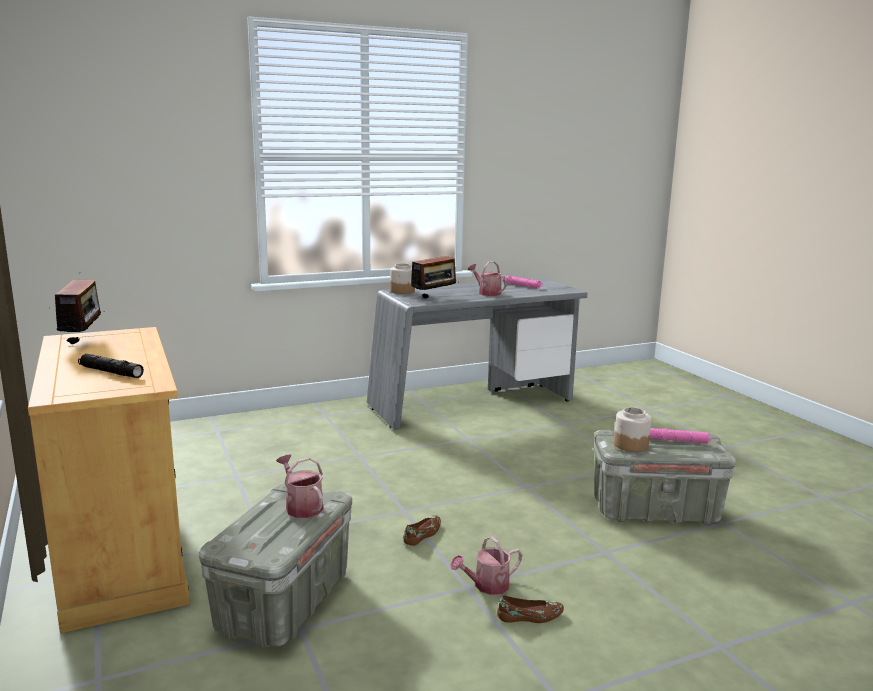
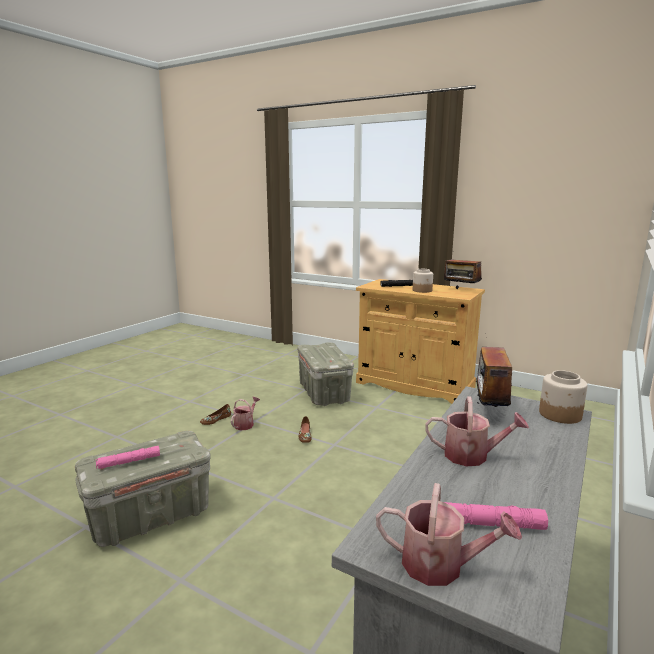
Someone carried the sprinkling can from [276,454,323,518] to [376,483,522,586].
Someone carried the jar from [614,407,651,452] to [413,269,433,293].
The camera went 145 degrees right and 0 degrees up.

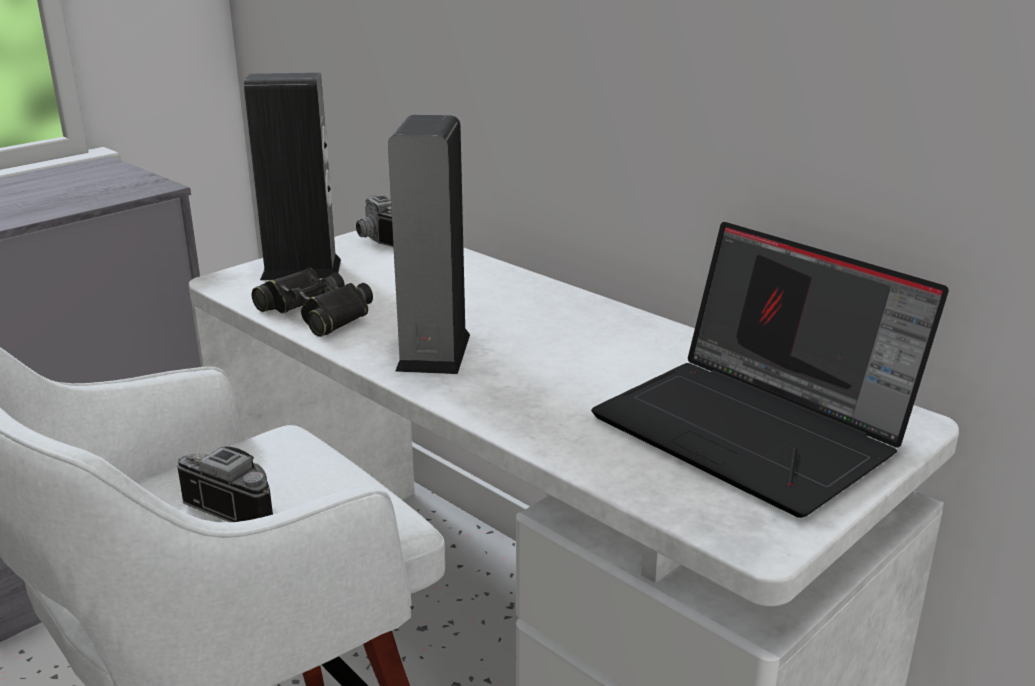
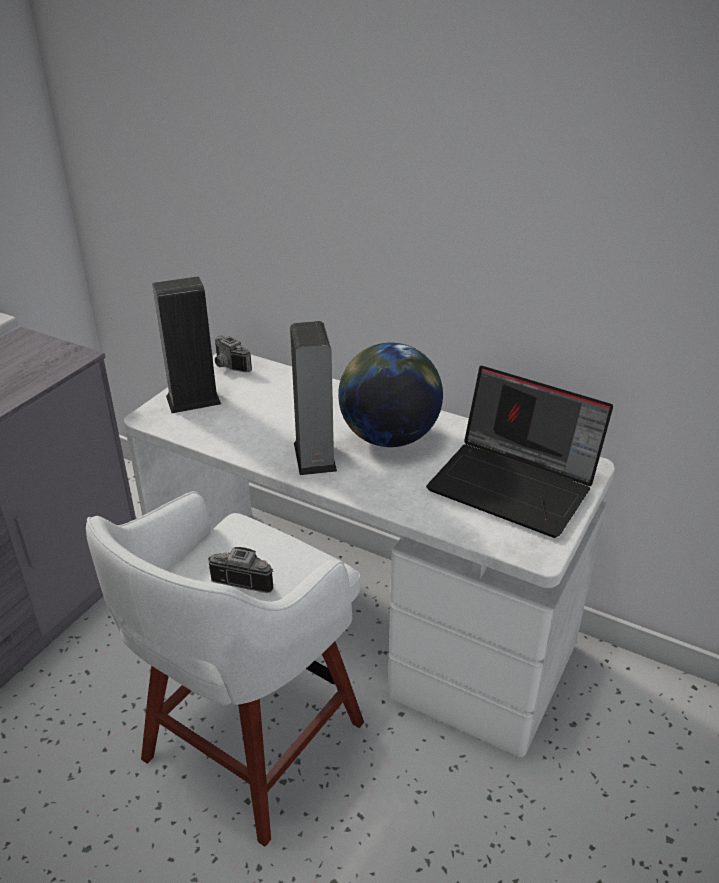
Someone took away the black pair of binoculars at [252,268,373,337].
Someone put down the world globe at [338,343,443,447].
The camera went 15 degrees left and 10 degrees up.

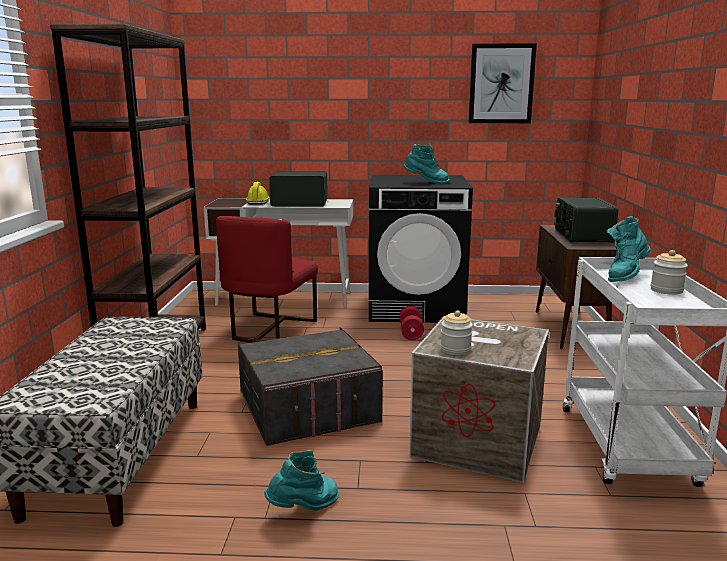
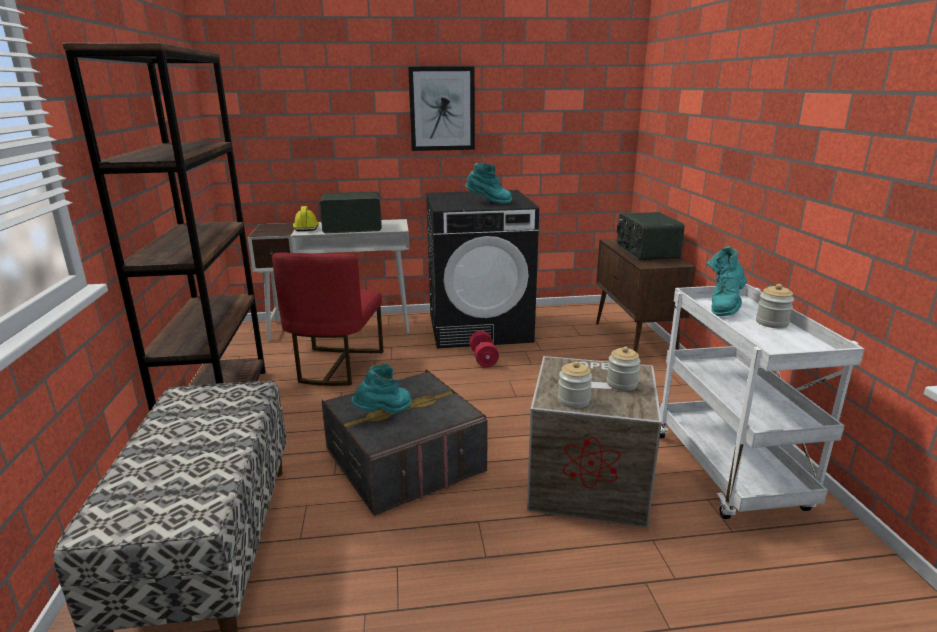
Someone carried the turquoise-coloured high-top boot from [264,450,339,511] to [351,363,411,413].
Someone carried the wall art from [469,43,537,123] to [408,66,475,151].
Someone put down the jar at [607,346,640,391].
The camera went 10 degrees left and 5 degrees up.

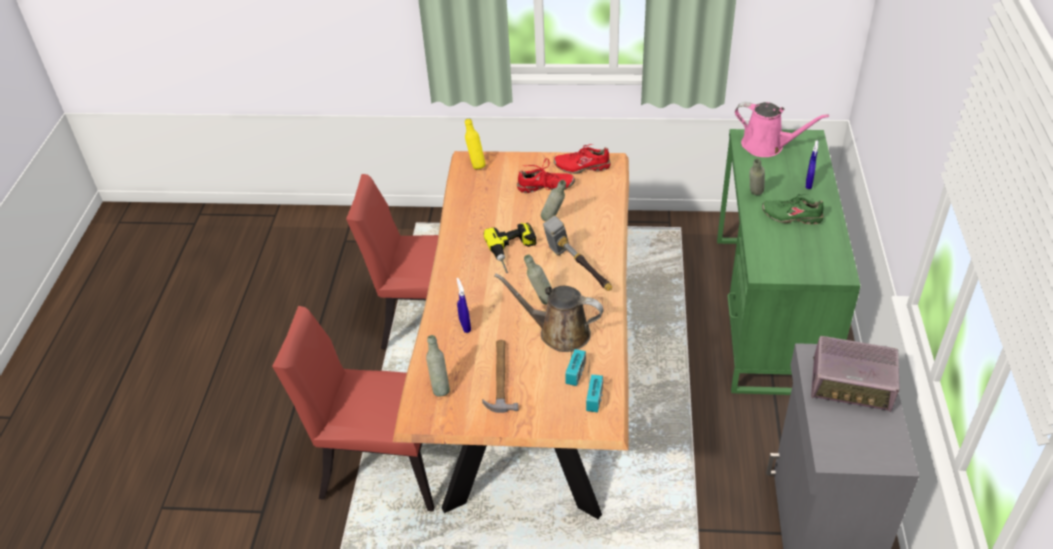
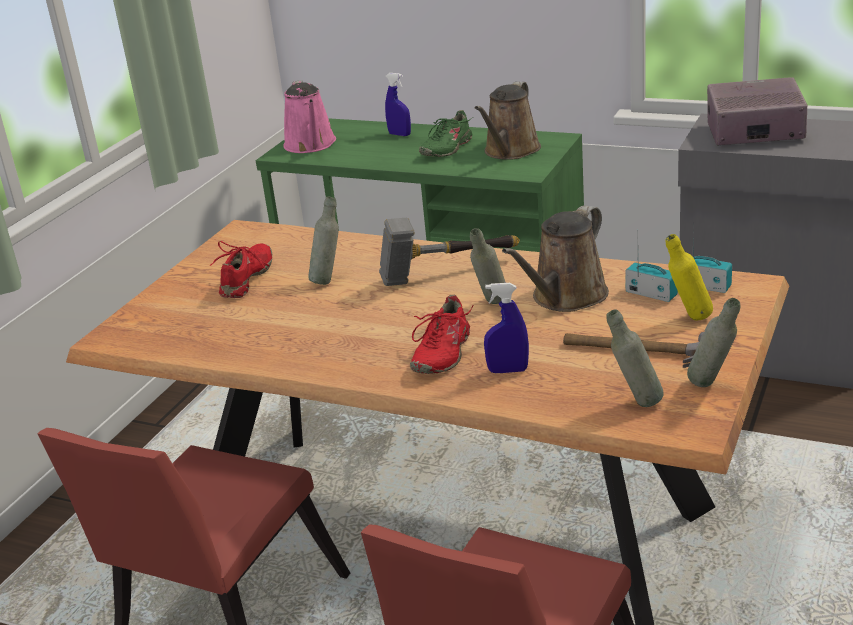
Someone carried the yellow-coloured beverage bottle from [465,119,486,169] to [666,234,713,321].
Someone took away the drill at [484,223,536,273].
Someone carried the red shoe from [554,144,611,174] to [410,295,473,374].
Someone rotated the pink sprinkling can at [735,102,829,157] by 120 degrees clockwise.
Someone carried the greyish beverage bottle from [750,158,765,196] to [687,298,740,387].
Someone rotated the radio set at [811,336,900,412] by 120 degrees counterclockwise.
Someone put down the brown-coloured sprinkling can at [475,82,541,160].
The camera went 70 degrees left and 15 degrees down.

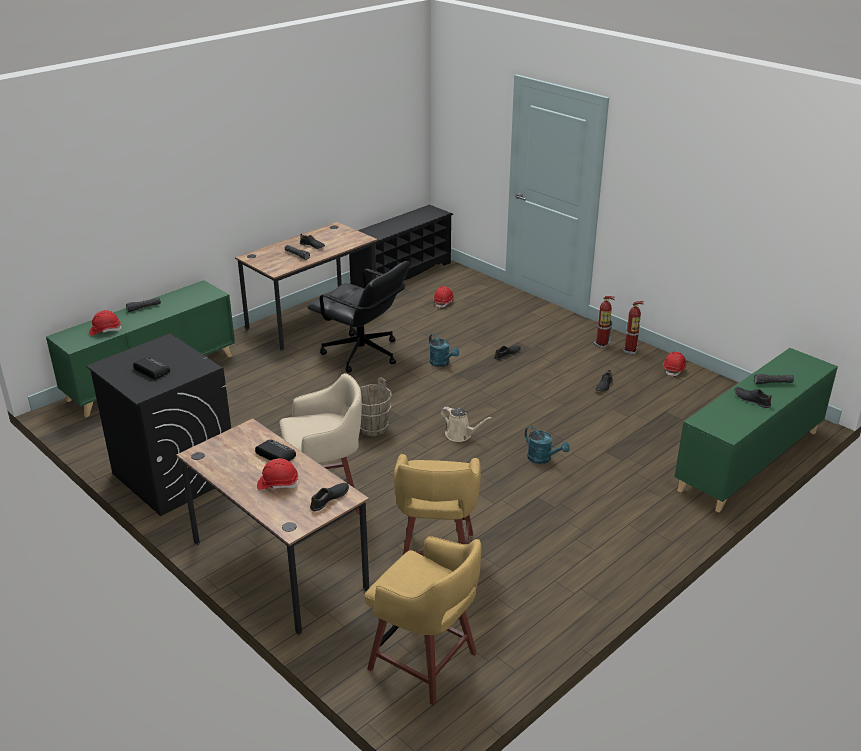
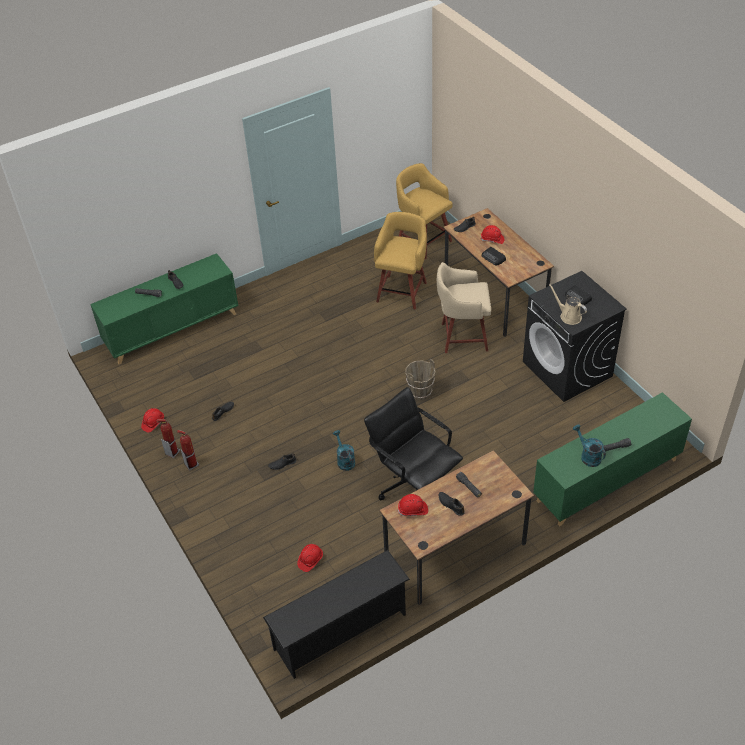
Someone carried the red safety helmet from [89,310,122,336] to [398,494,428,516].
Someone carried the sand-coloured sprinkling can from [440,407,492,442] to [549,284,587,325].
Someone carried the turquoise-coloured sprinkling can from [525,426,570,464] to [573,424,606,467].
The camera went 165 degrees left and 15 degrees up.

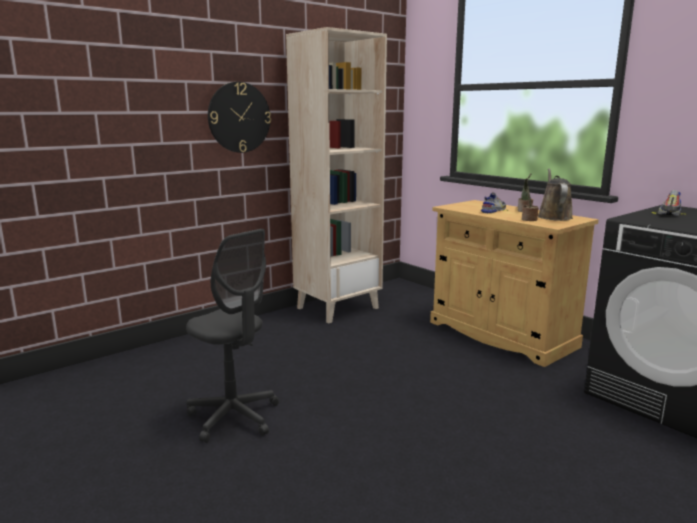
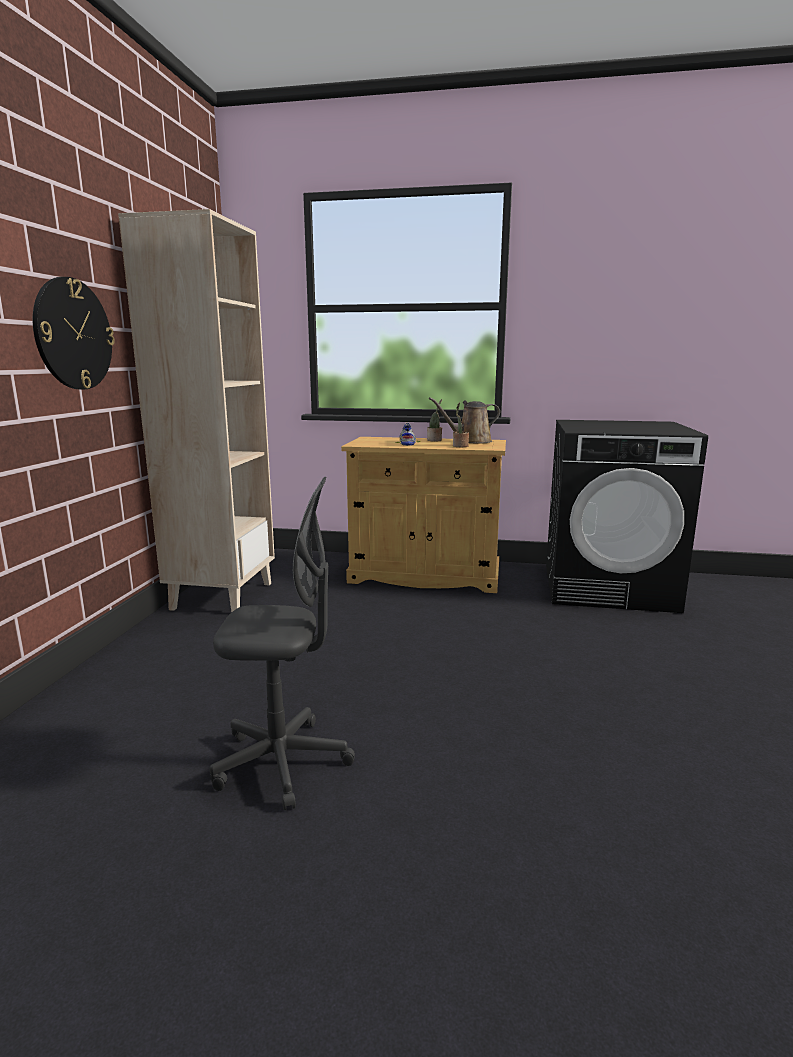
Someone rotated the brown-coloured sprinkling can at [538,168,573,221] by 75 degrees counterclockwise.
Someone took away the shoe at [651,190,686,216].
The camera went 40 degrees left and 0 degrees up.

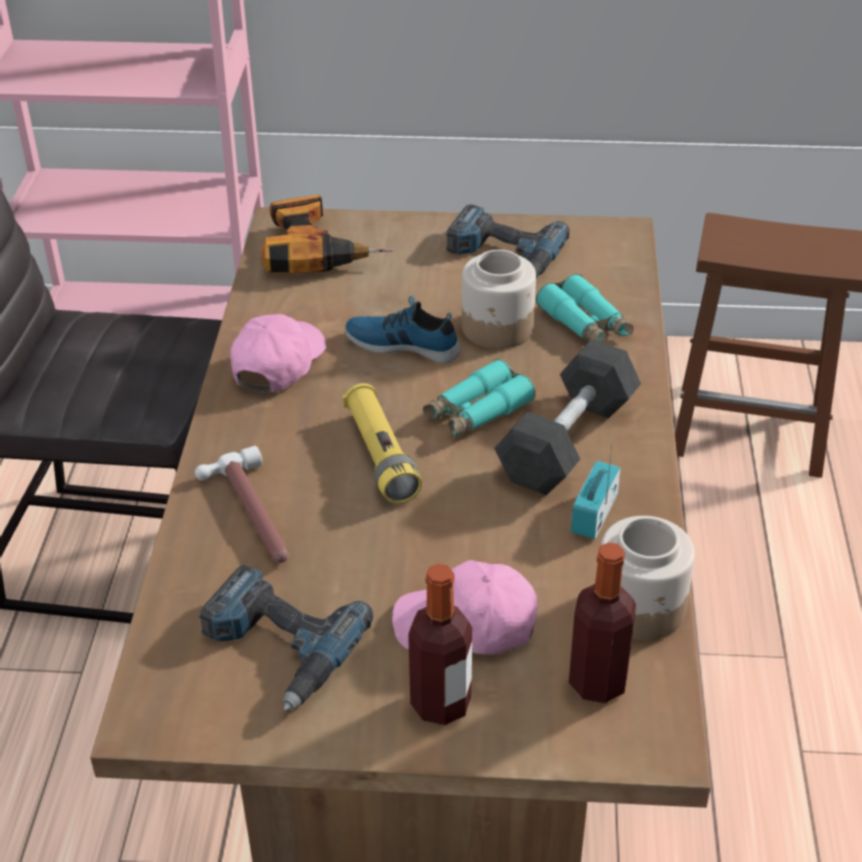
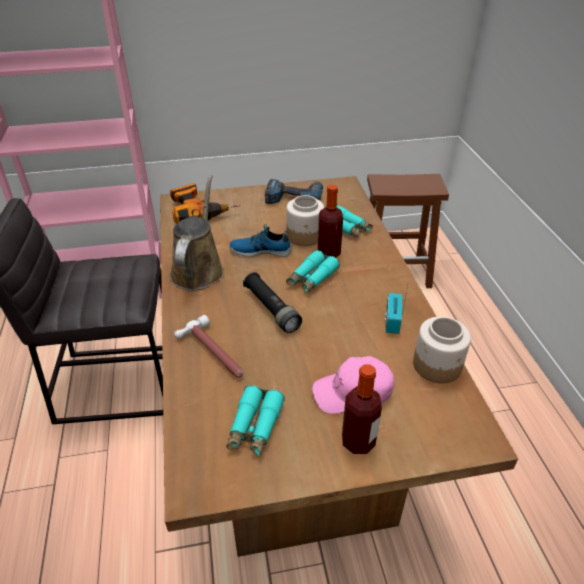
Someone swapped the drill at [198,565,373,711] for the turquoise-coloured pair of binoculars at [226,385,285,457].
Someone swapped the pink peaked cap at [230,314,326,392] for the brown-coloured sprinkling can at [170,175,224,291].
Someone repainted the yellow-coloured hand torch at [342,383,422,504], which became the black hand torch at [243,272,302,333].
Someone took away the black free weight at [494,339,641,495].
Someone carried the beverage bottle from [569,542,636,703] to [318,185,343,257].
The camera went 15 degrees left and 0 degrees up.

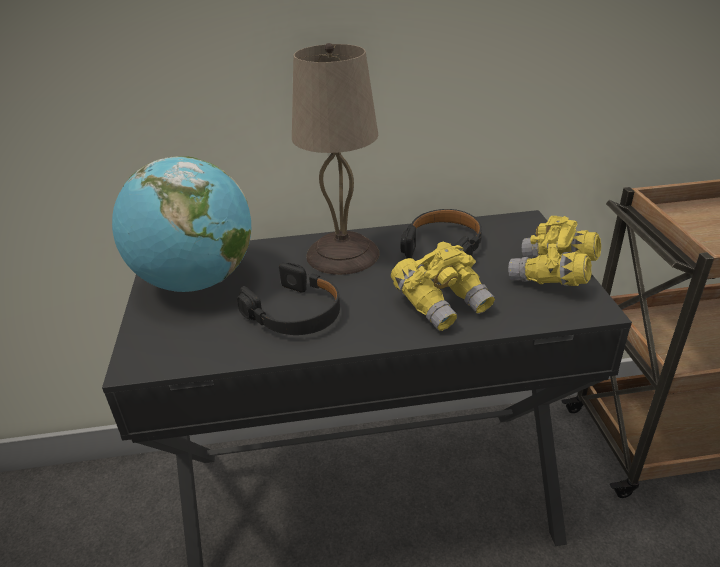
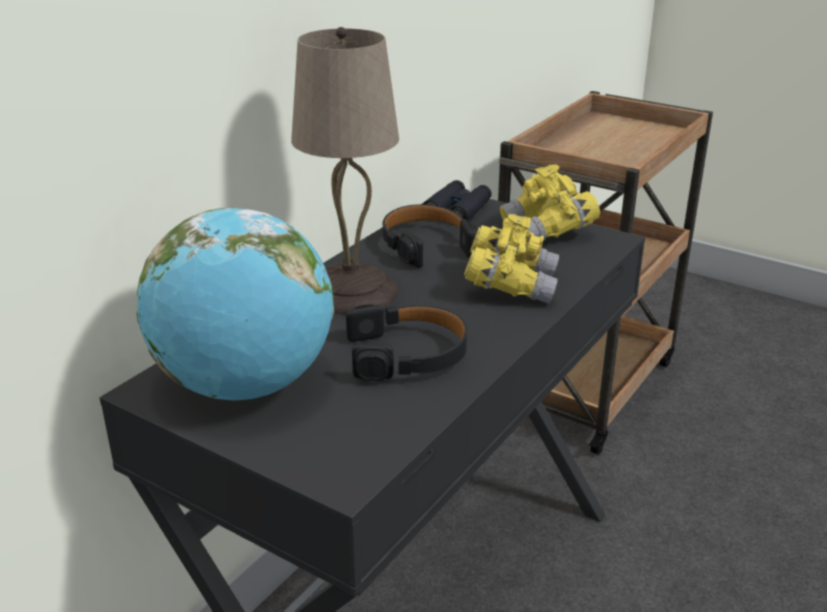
Someone put down the black pair of binoculars at [423,180,492,221].
The camera went 50 degrees left and 5 degrees down.

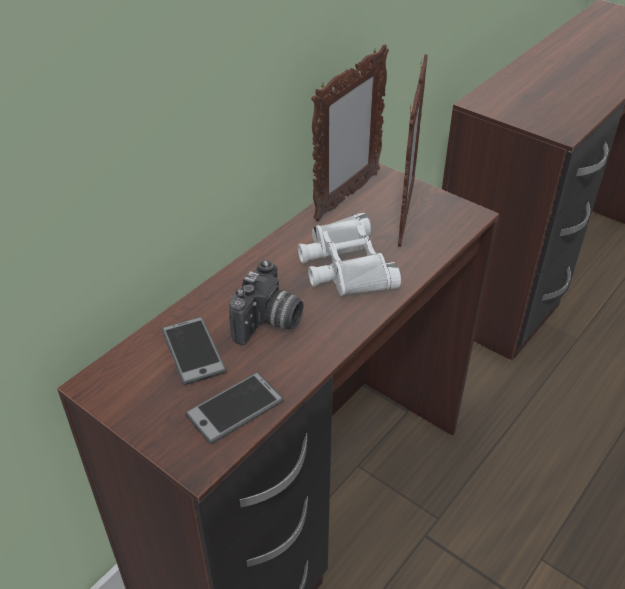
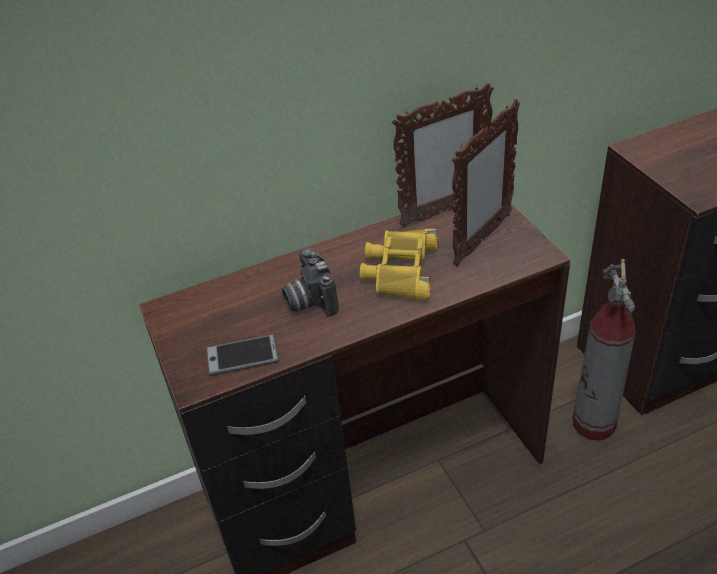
Someone took away the telephone at [162,317,227,385].
Someone rotated the photo camera at [229,260,303,345] by 105 degrees clockwise.
Someone repainted the white pair of binoculars at [298,213,401,296], which became the yellow-coloured pair of binoculars at [360,229,438,300].
Someone put down the extinguisher at [573,259,636,441].
The camera went 30 degrees right and 0 degrees up.

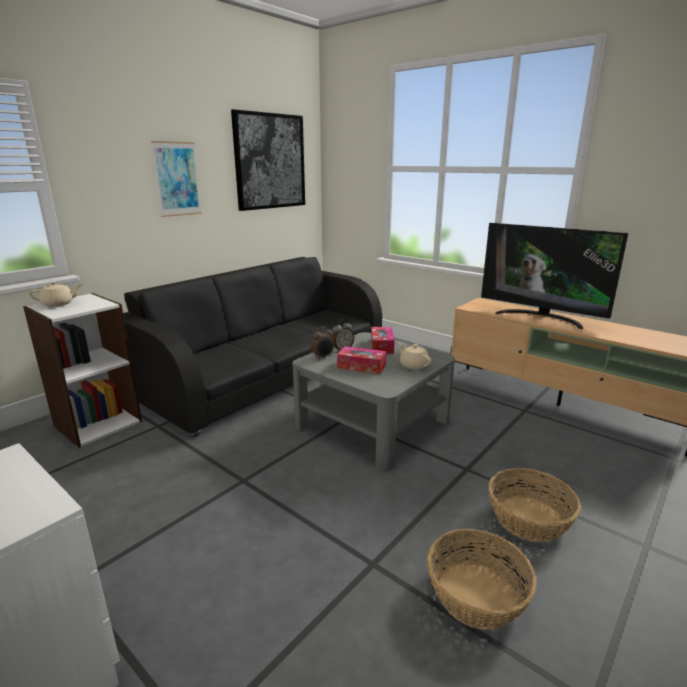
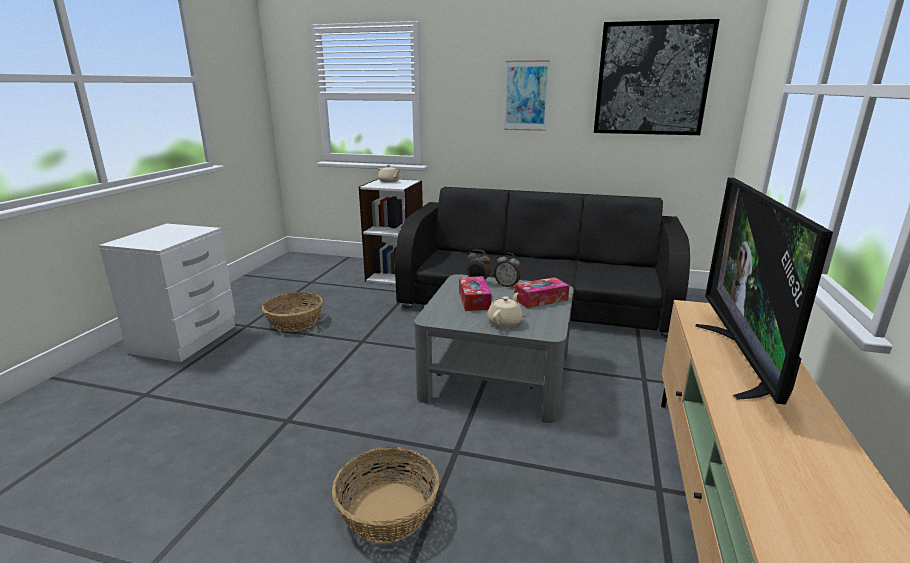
Someone carried the storage basket from [427,529,537,630] to [262,292,323,332].
The camera went 65 degrees right and 0 degrees up.

